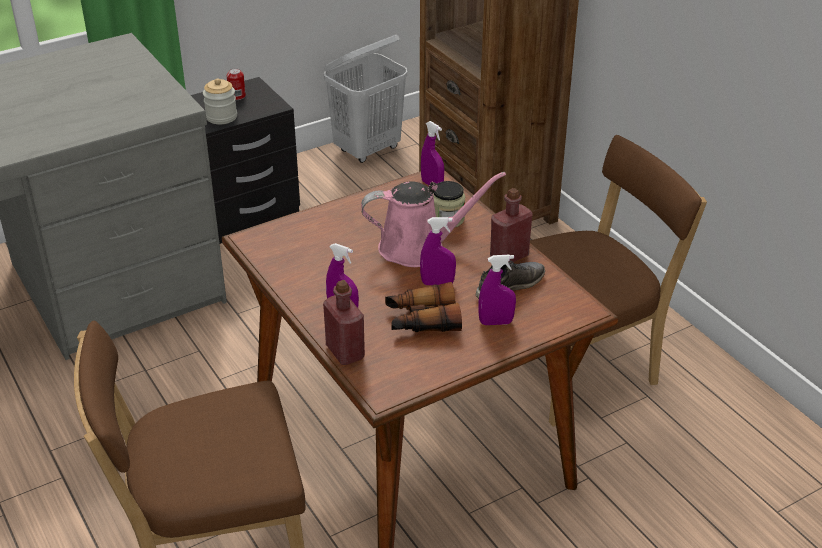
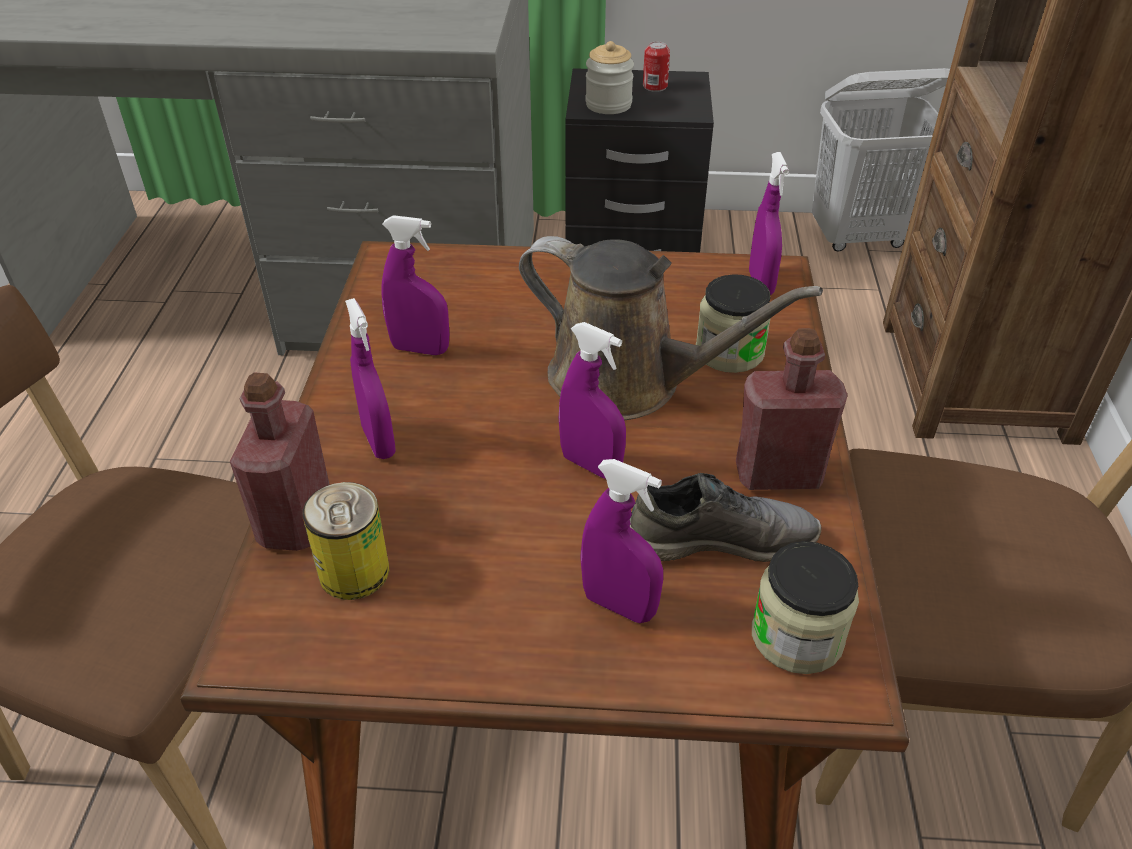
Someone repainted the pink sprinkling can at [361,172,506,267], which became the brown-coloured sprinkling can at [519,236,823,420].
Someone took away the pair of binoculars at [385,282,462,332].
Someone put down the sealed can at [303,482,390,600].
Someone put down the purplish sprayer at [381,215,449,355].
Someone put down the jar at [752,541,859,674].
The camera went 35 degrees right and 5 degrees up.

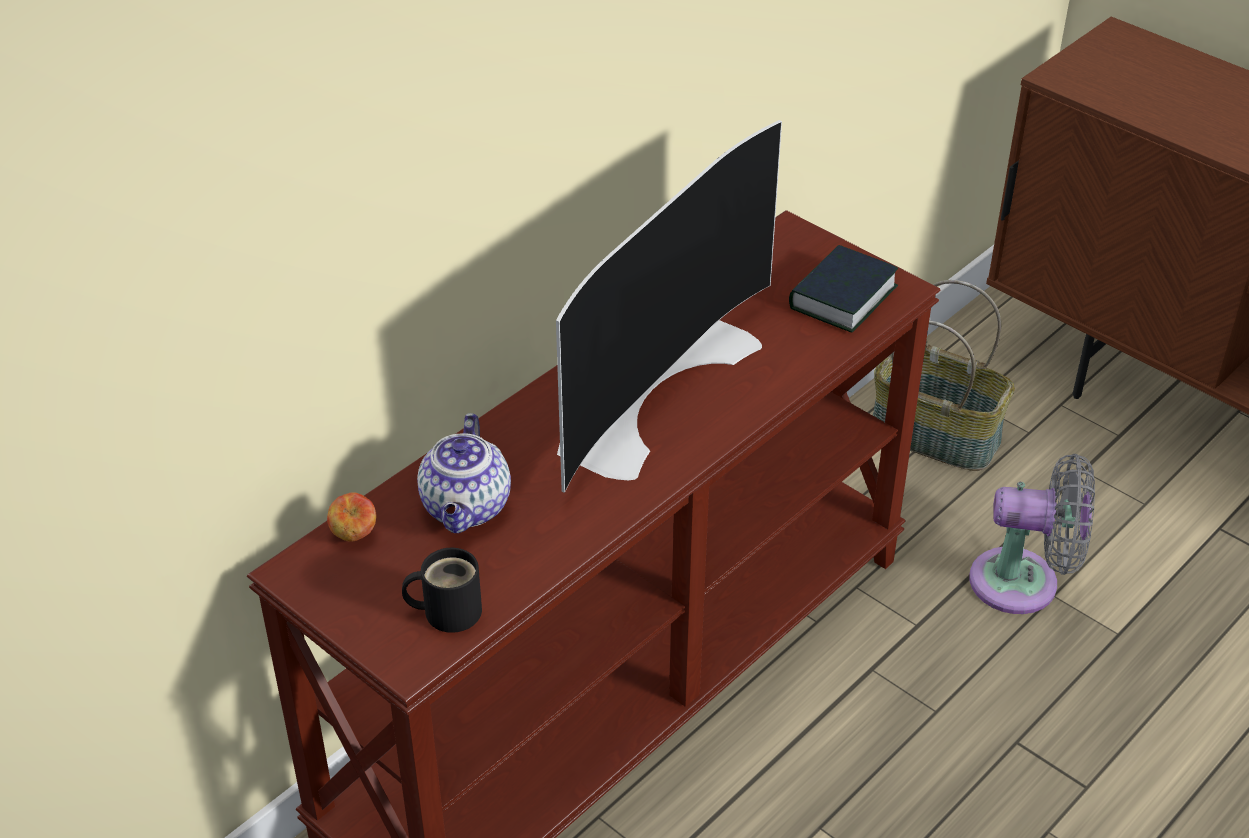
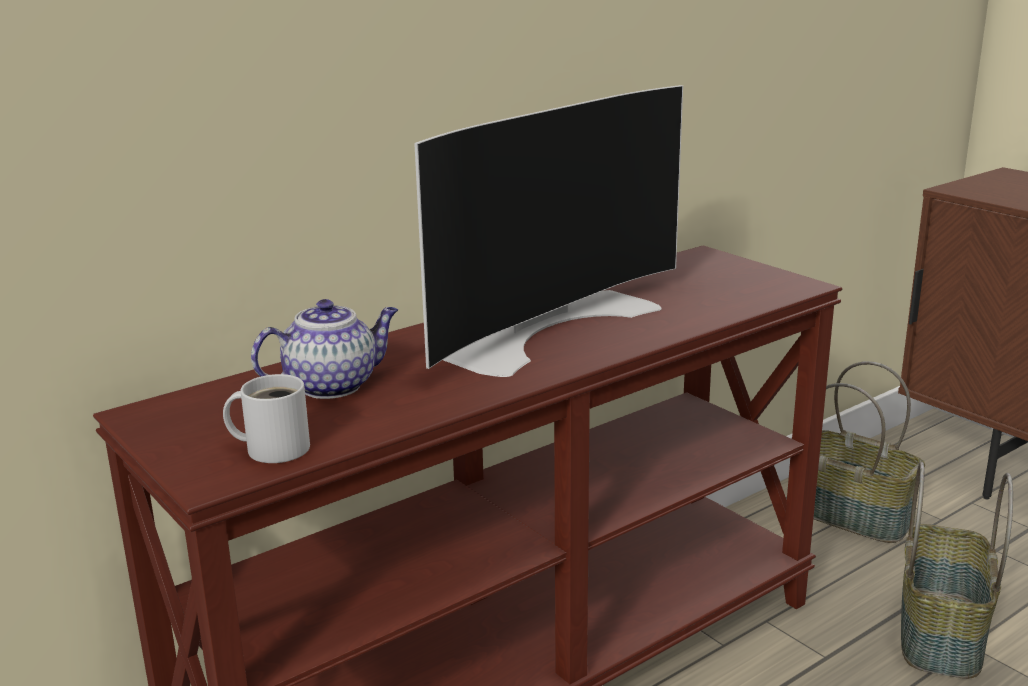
Someone took away the whole apple at [327,492,377,542].
Someone repainted the black coffee mug at [402,548,482,633], which became the white coffee mug at [223,374,310,463].
Someone rotated the teapot at [417,413,511,533] by 135 degrees counterclockwise.
Someone took away the book at [789,245,898,332].
Someone swapped the greyish electric fan at [969,454,1095,614] for the storage basket at [901,462,1013,679].
The camera went 10 degrees right and 20 degrees down.

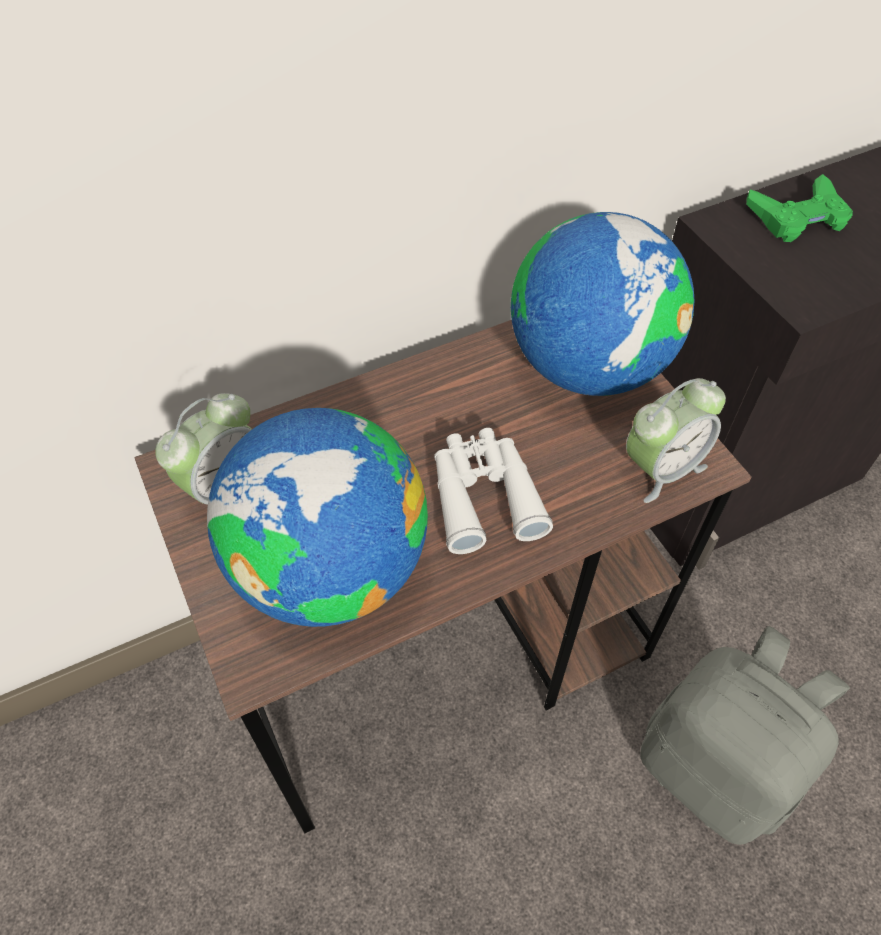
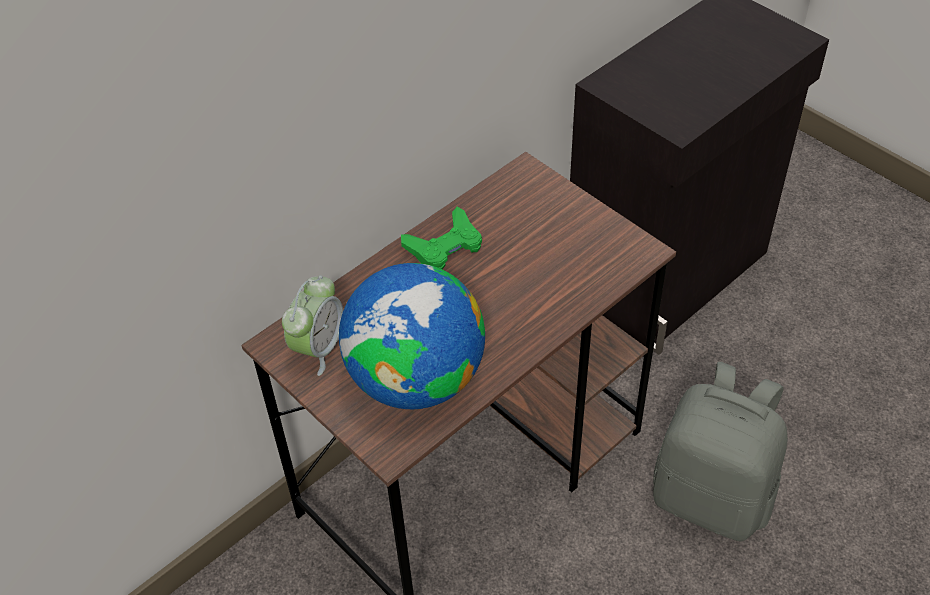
Someone took away the white pair of binoculars at [434,428,553,554].
Someone took away the world globe at [511,212,695,396].
Someone took away the bedside clock at [626,378,726,503].
Someone carried the green-coloured game controller from [746,174,853,242] to [401,207,482,269].
The camera went 15 degrees left and 5 degrees down.

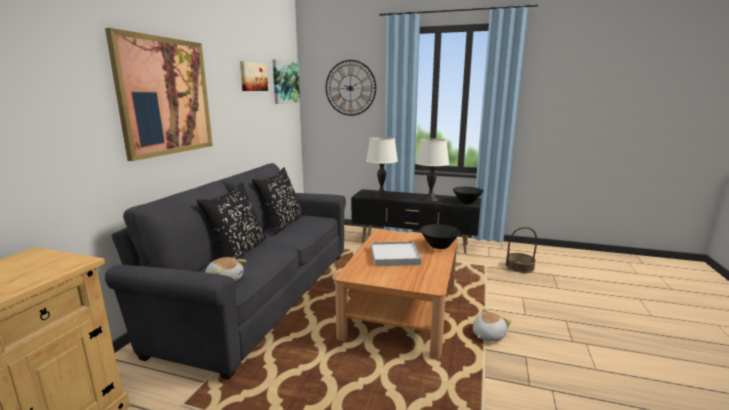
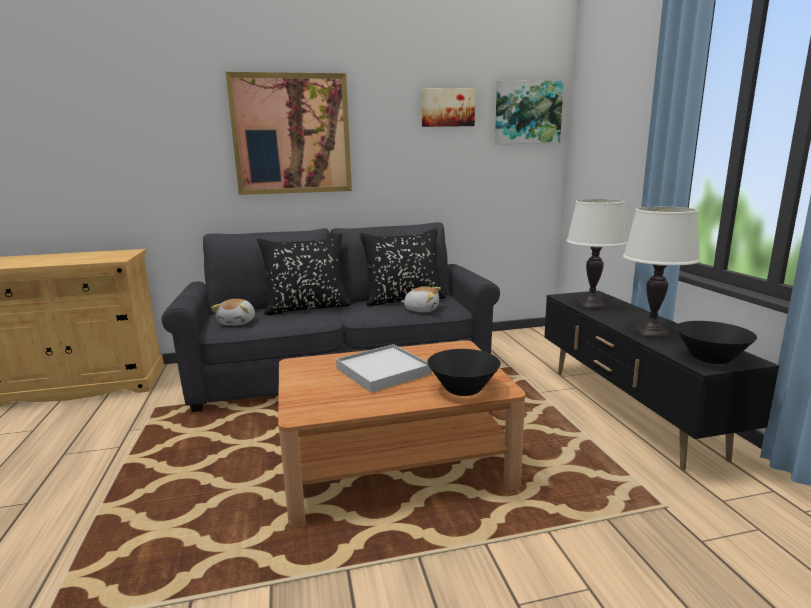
Someone took away the hanging clock at [326,60,376,116].
Someone carried the soft toy from [473,308,512,342] to [401,286,441,312].
Someone took away the storage basket at [506,227,537,273].
The camera went 60 degrees right and 0 degrees up.

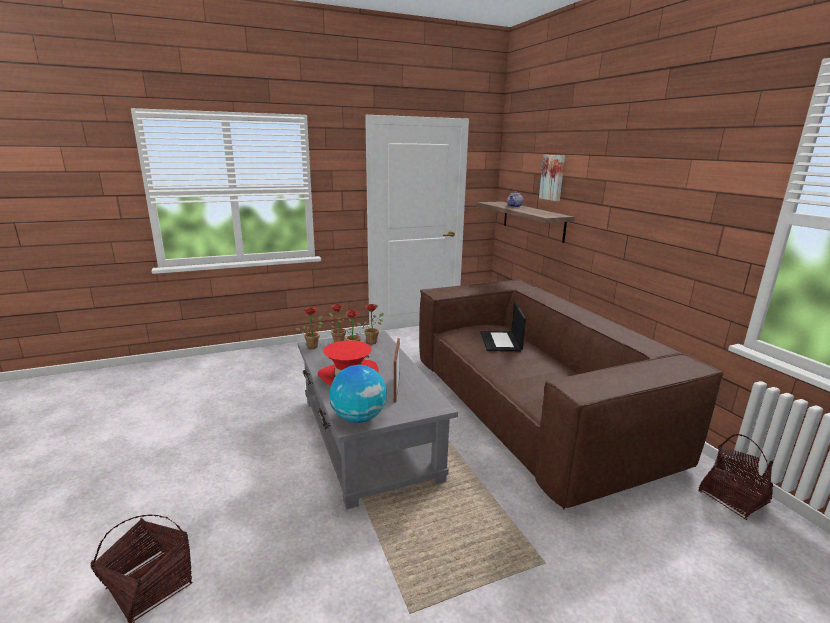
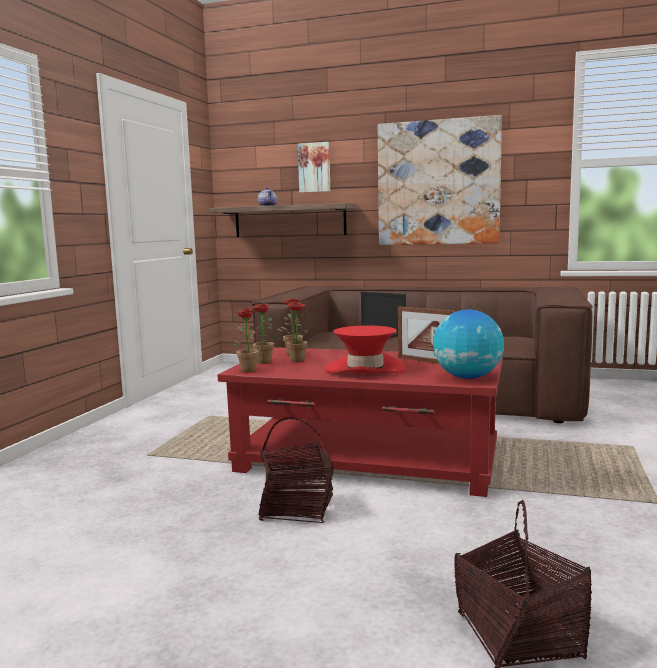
Someone repainted the greyish low table at [298,331,458,509], which became the red low table at [217,347,503,497].
Someone carried the storage basket from [698,434,773,520] to [259,417,334,523].
Someone put up the wall art at [378,115,502,245].
The camera went 50 degrees left and 10 degrees down.

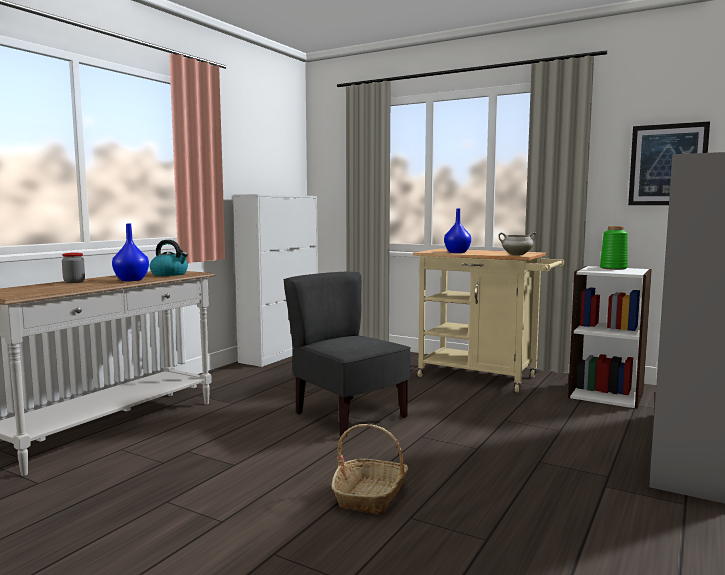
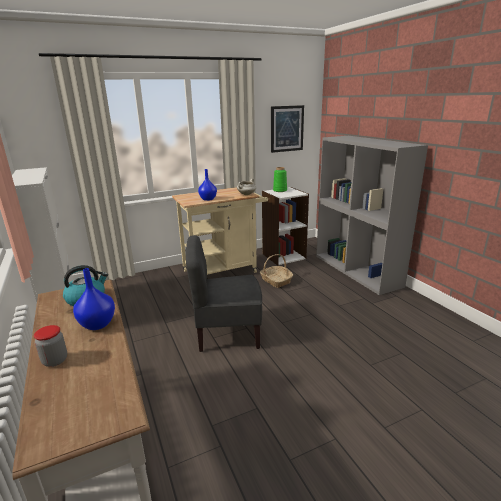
Someone carried the storage basket from [331,424,408,515] to [260,254,293,288].
The camera went 55 degrees left and 15 degrees up.

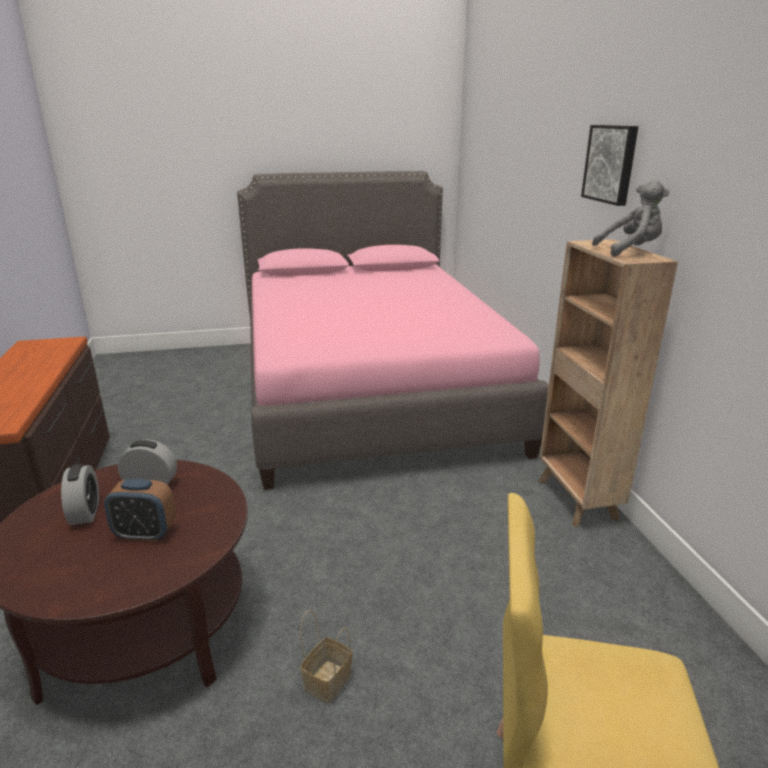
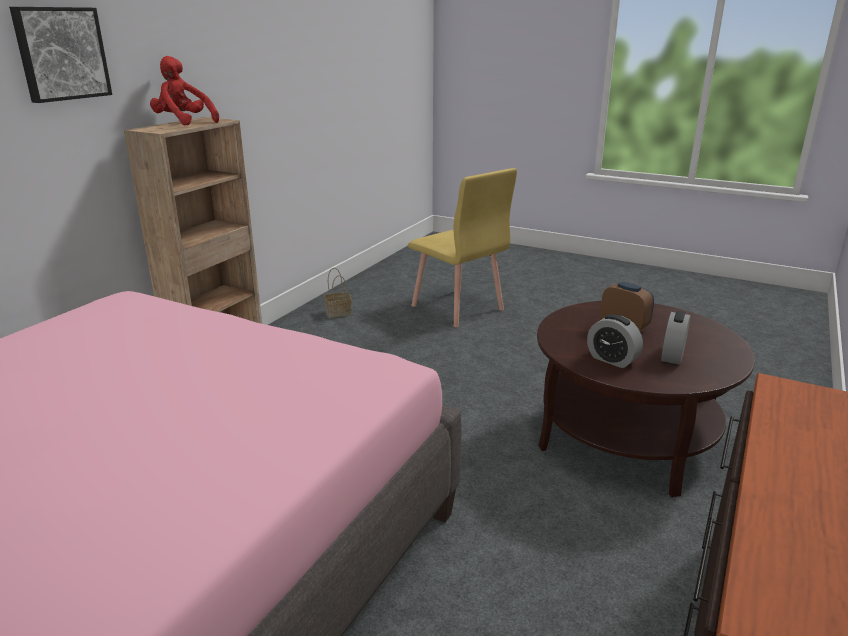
Someone carried the storage basket from [300,610,353,704] to [324,268,352,318].
Someone repainted the greyish soft toy at [592,180,669,257], which became the red soft toy at [150,56,219,125].
The camera went 140 degrees left and 0 degrees up.

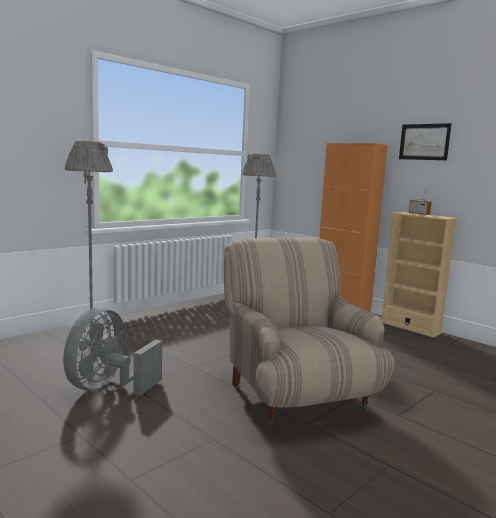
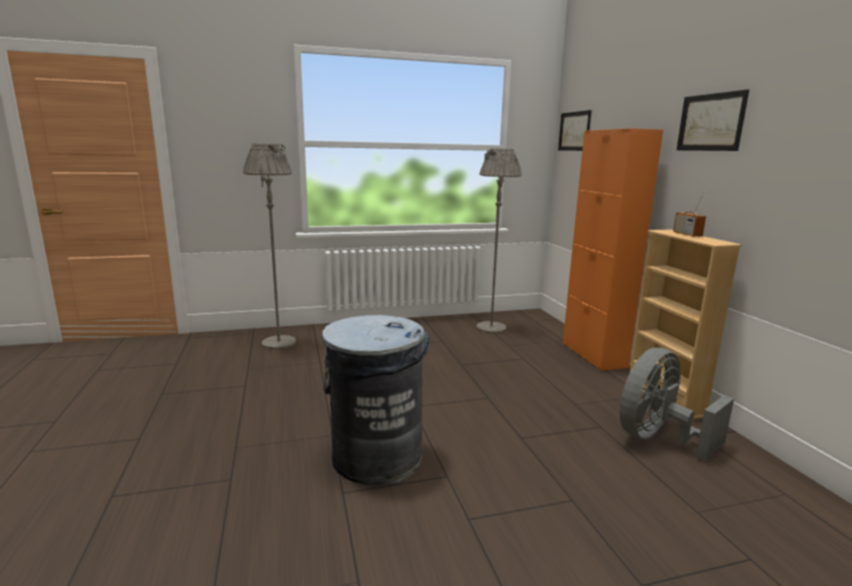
Someone carried the greyish electric fan from [63,308,162,396] to [620,348,734,460].
Someone swapped the sand-coloured armchair at [224,238,395,426] for the greyish rubbish bin at [322,315,429,485].
Someone put up the wall art at [558,110,592,151].
The camera went 30 degrees right and 5 degrees up.

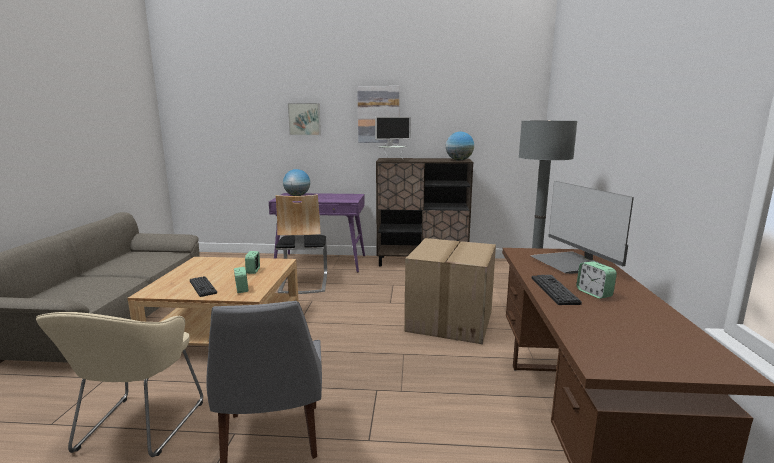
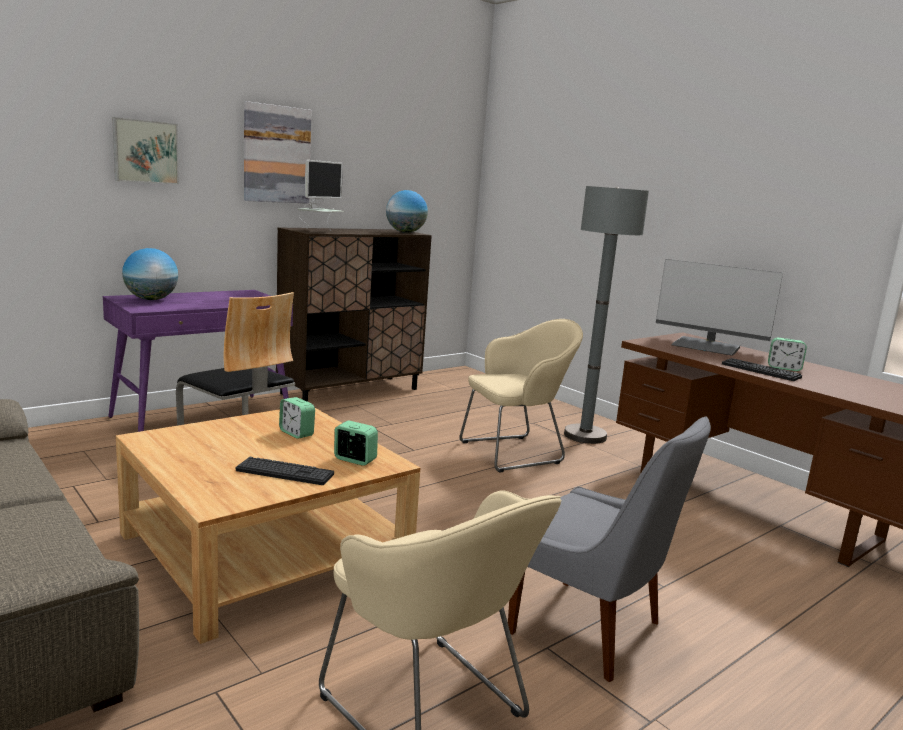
Someone swapped the carton at [405,238,496,344] for the sand-coloured armchair at [459,319,583,473].
The camera went 45 degrees left and 0 degrees up.

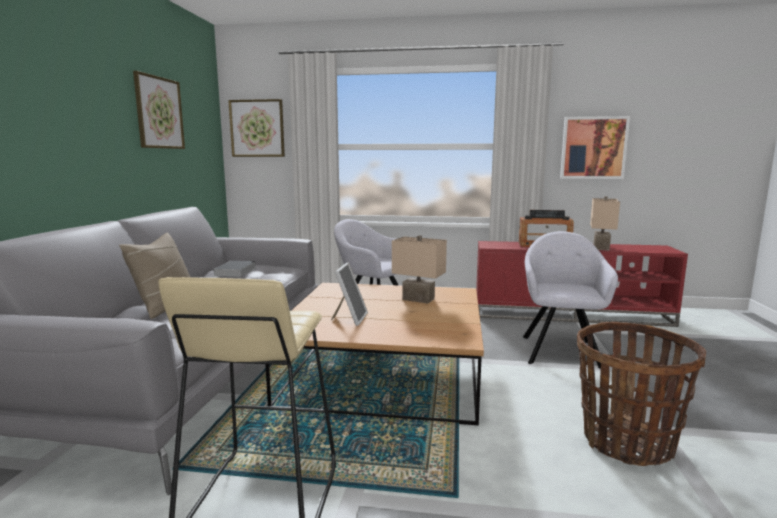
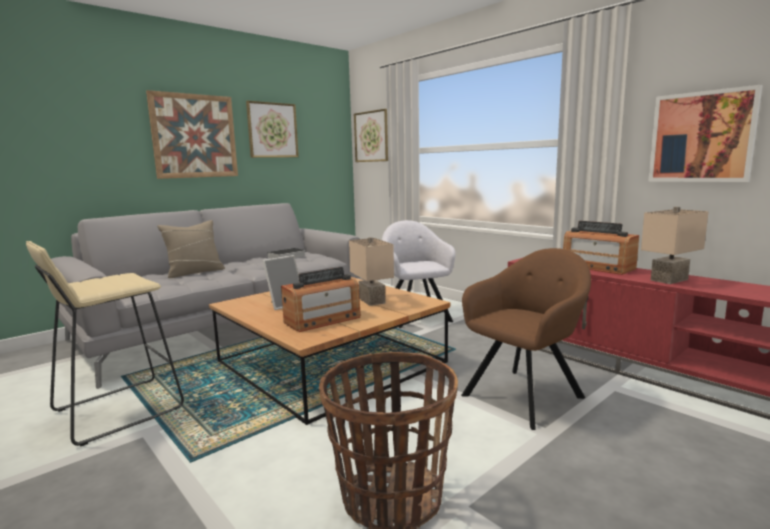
Someone repainted the greyish armchair at [523,231,618,369], which became the brown-coloured armchair at [461,248,591,430].
Someone put up the wall art at [146,90,238,179].
Someone put down the radio set at [281,267,361,332].
The camera went 40 degrees right and 0 degrees up.

